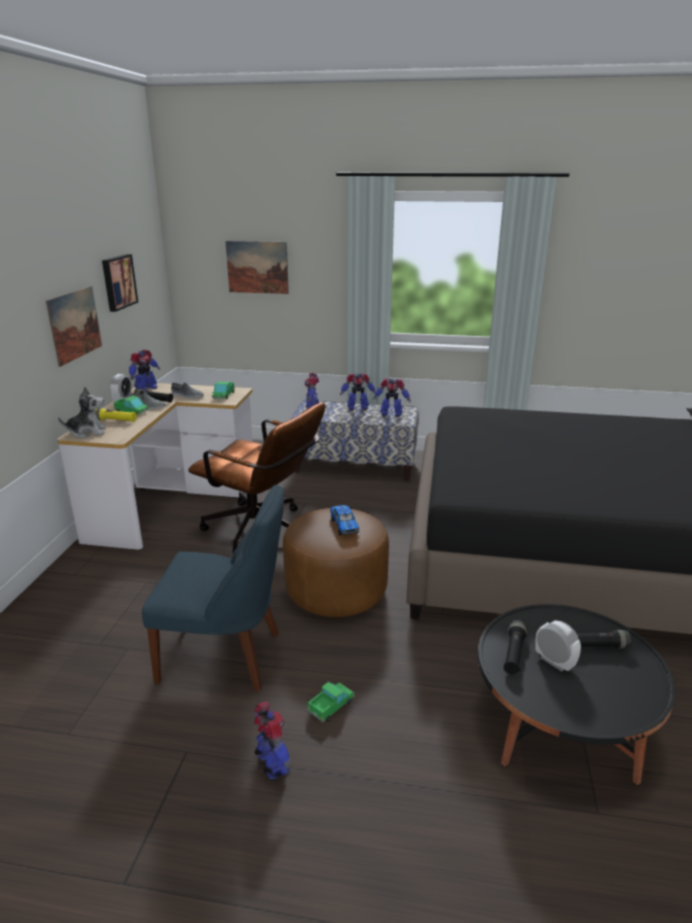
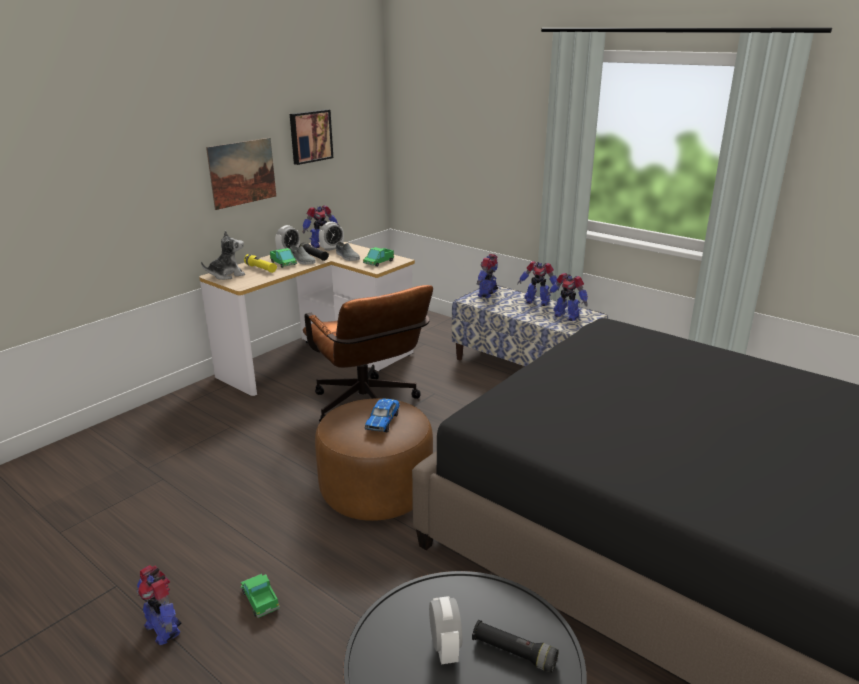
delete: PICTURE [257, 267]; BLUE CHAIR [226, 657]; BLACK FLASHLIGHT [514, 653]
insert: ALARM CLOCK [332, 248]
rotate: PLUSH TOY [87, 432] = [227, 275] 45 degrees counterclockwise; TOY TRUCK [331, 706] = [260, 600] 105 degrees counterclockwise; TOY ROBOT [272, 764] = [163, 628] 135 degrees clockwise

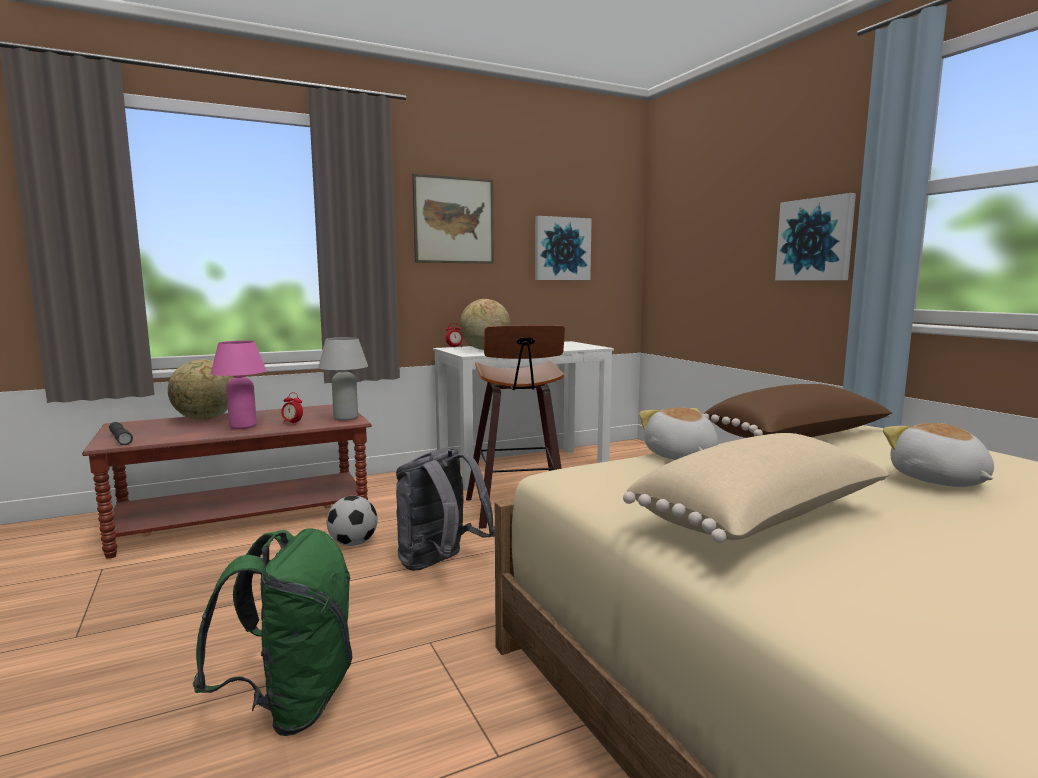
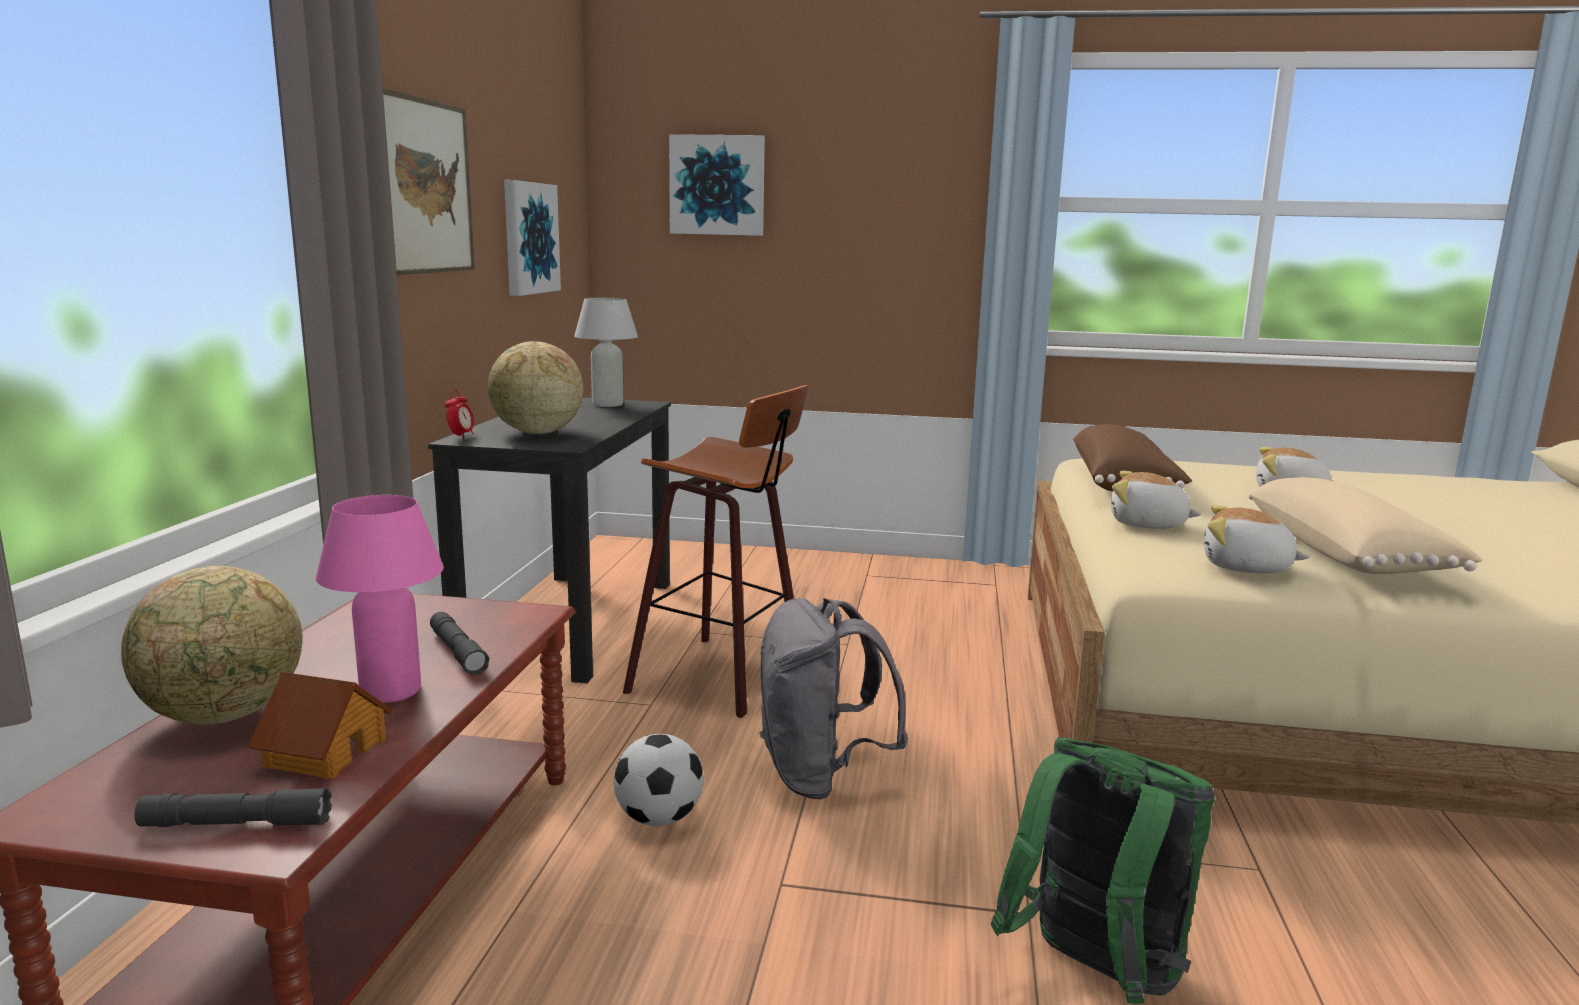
insert: PLUSH TOY [1246, 568]; TOY HOUSE [324, 752]
move: PICTURE [815, 239] to [717, 185]; WHITE TABLE LAMP [345, 418] to [607, 404]
replace: ALARM CLOCK [292, 423] to GREY FLASHLIGHT [458, 652]
recolor: WHITE DESK [523, 467] to BLACK DESK [571, 622]

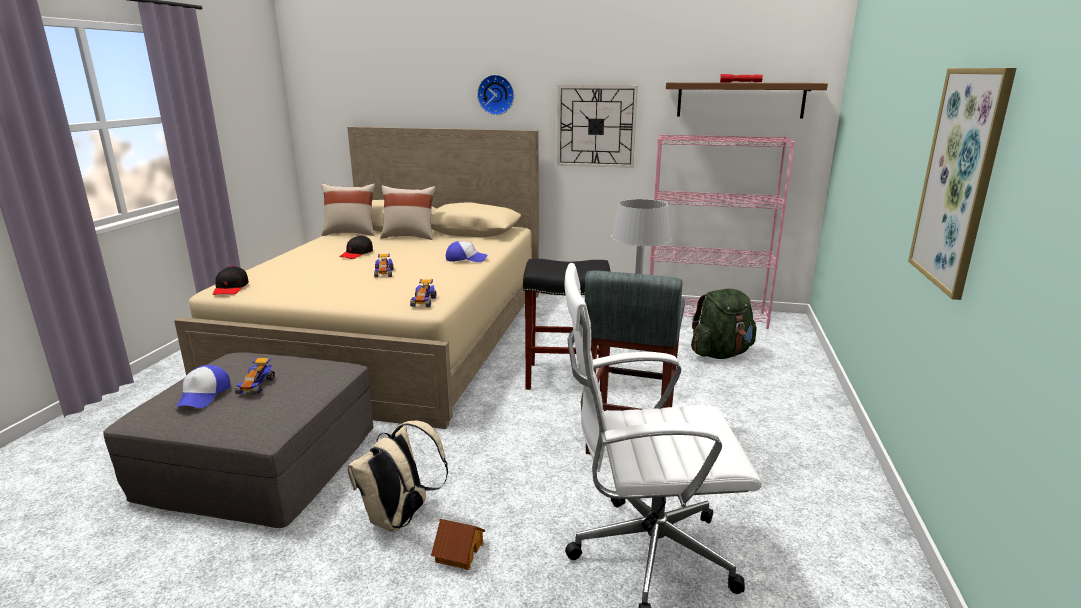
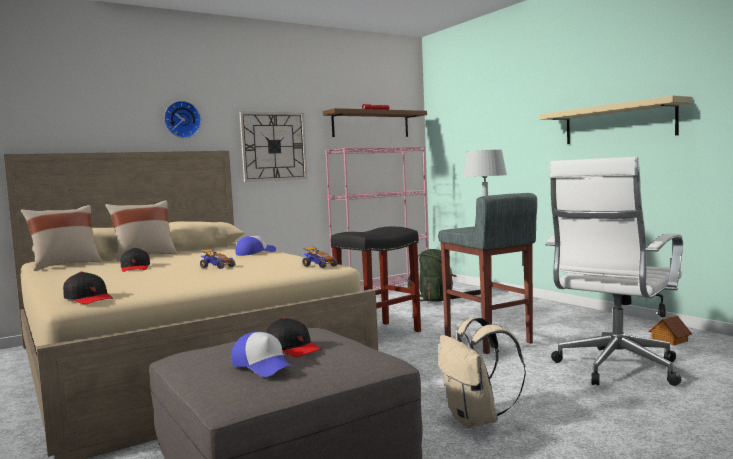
move: TOY HOUSE [458, 552] to [669, 340]
replace: PICTURE [959, 179] to BEIGE SHELF [618, 123]; TOY CAR [256, 386] to BLACK CAP [293, 348]

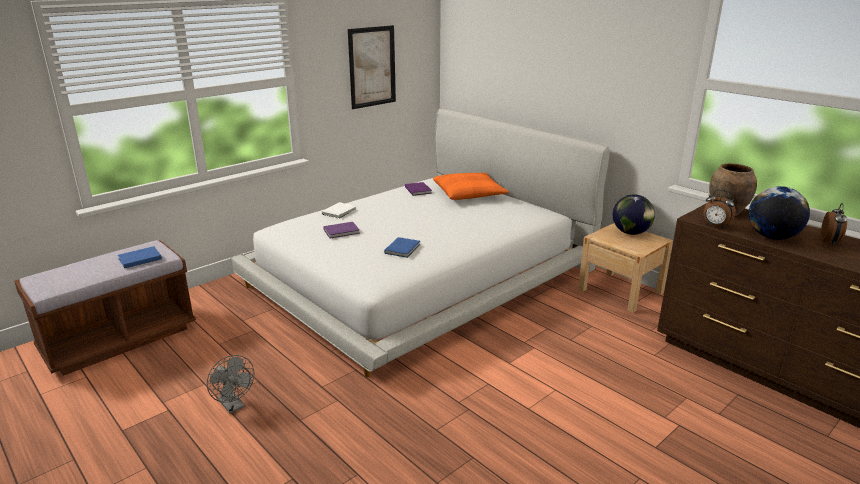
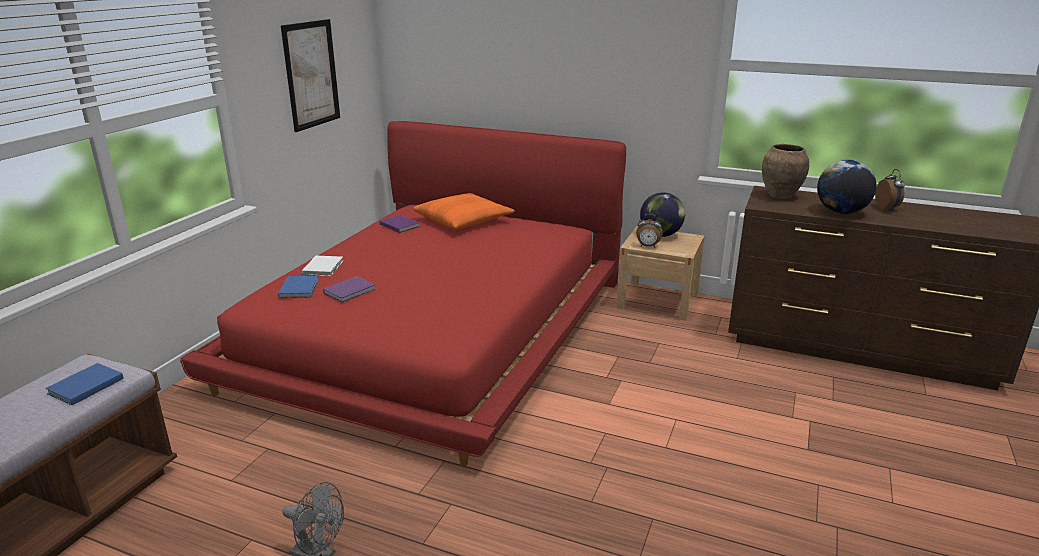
move: ALARM CLOCK [715, 226] to [647, 246]; BLUE BOOK [403, 248] to [300, 288]
recolor: WHITE BED [421, 275] to RED BED [435, 329]

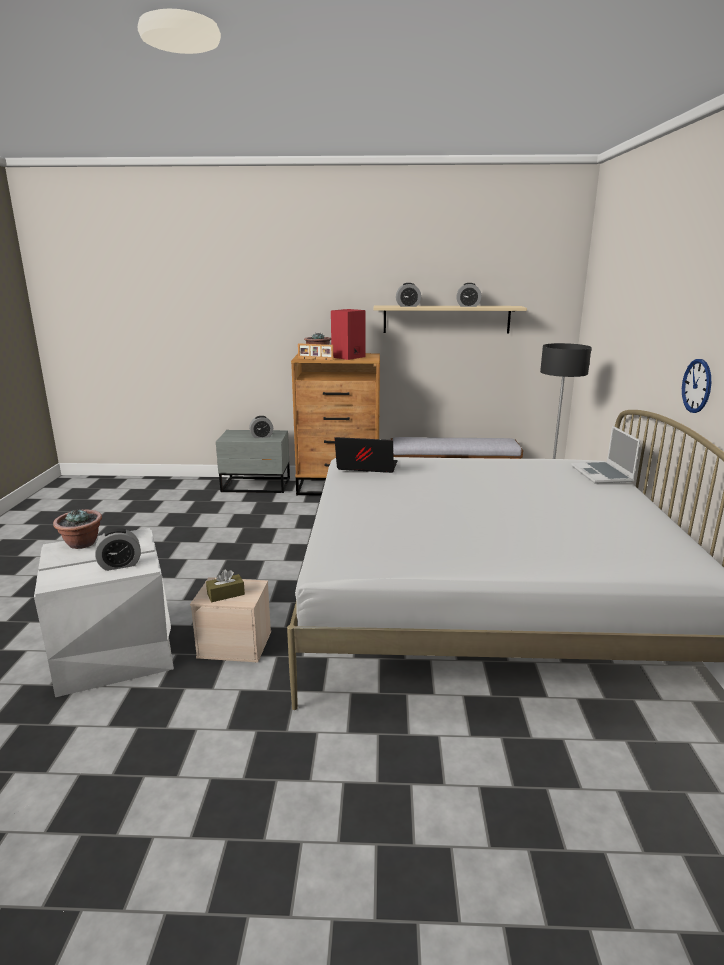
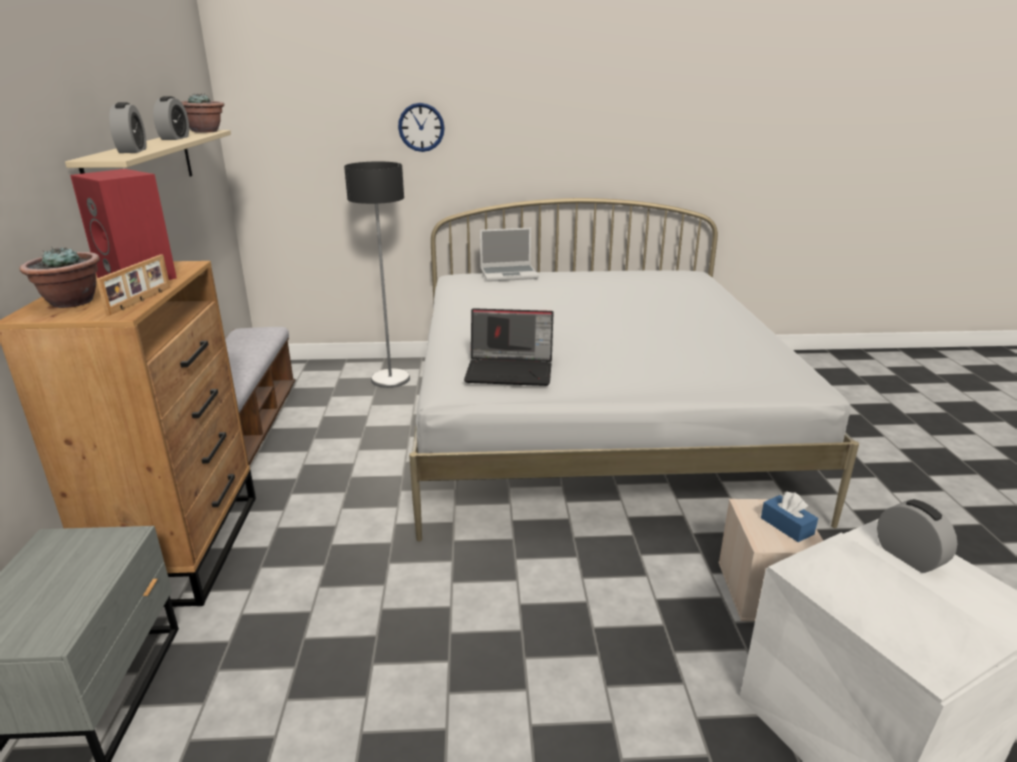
delete: ALARM CLOCK [261, 436]
move: WALL CLOCK [697, 386] to [421, 127]; POTTED PLANT [82, 544] to [205, 131]
recolor: BROWN TISSUE BOX [226, 594] to BLUE TISSUE BOX [787, 526]
rotate: LAPTOP [366, 468] = [511, 370] 90 degrees counterclockwise

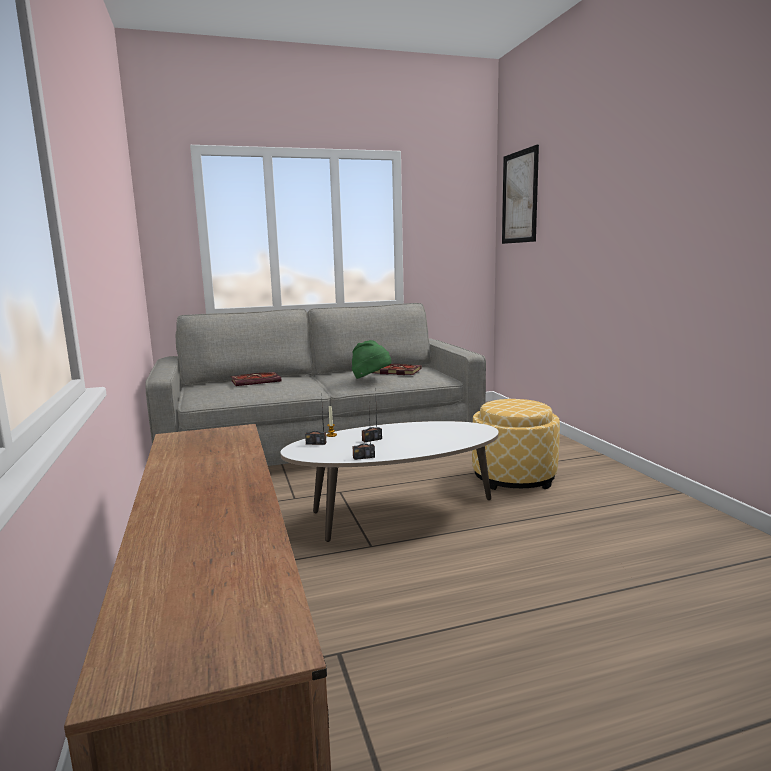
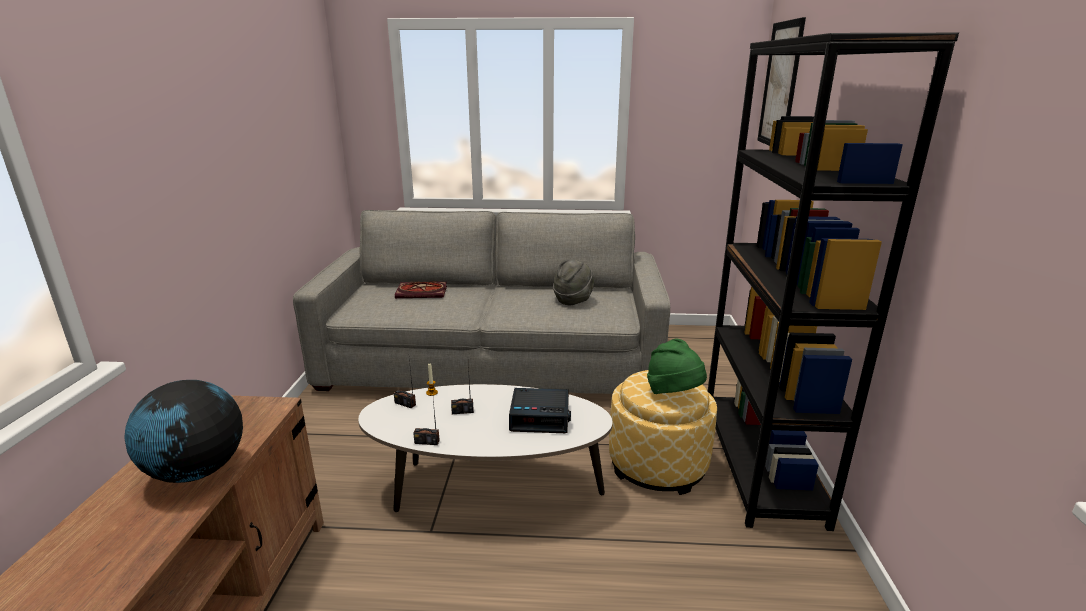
insert: BLACK BOOKCASE [760, 463]; GLOBE [197, 471]; ALARM CLOCK [540, 417]
move: GREEN HAT [371, 379] to [674, 394]
replace: BOOK [395, 371] to GREY HAT [573, 299]

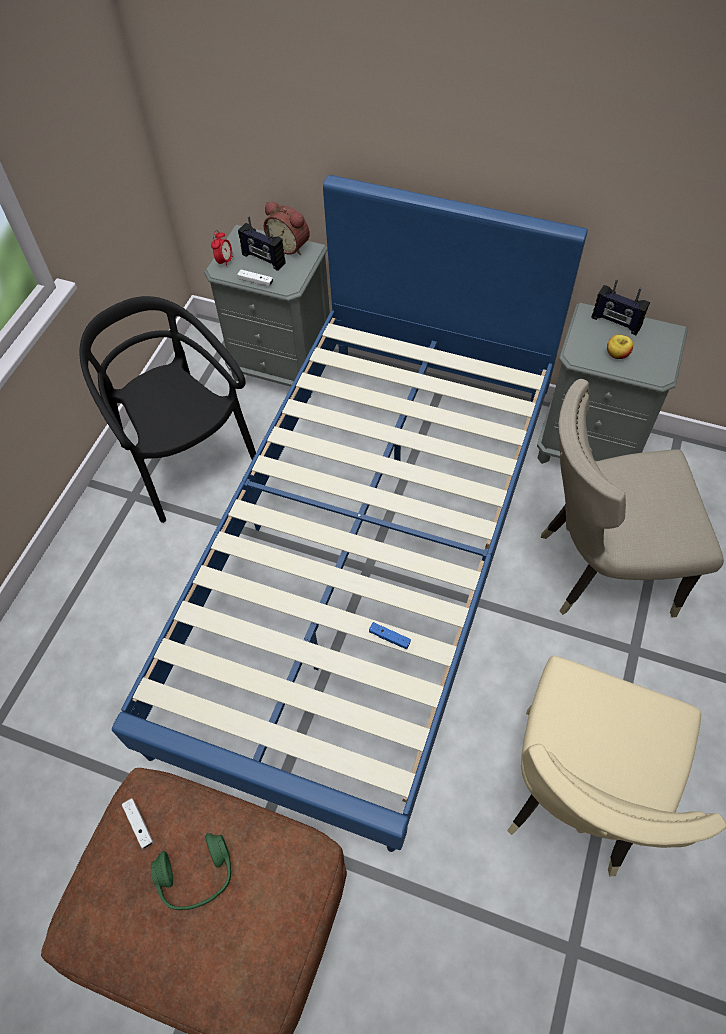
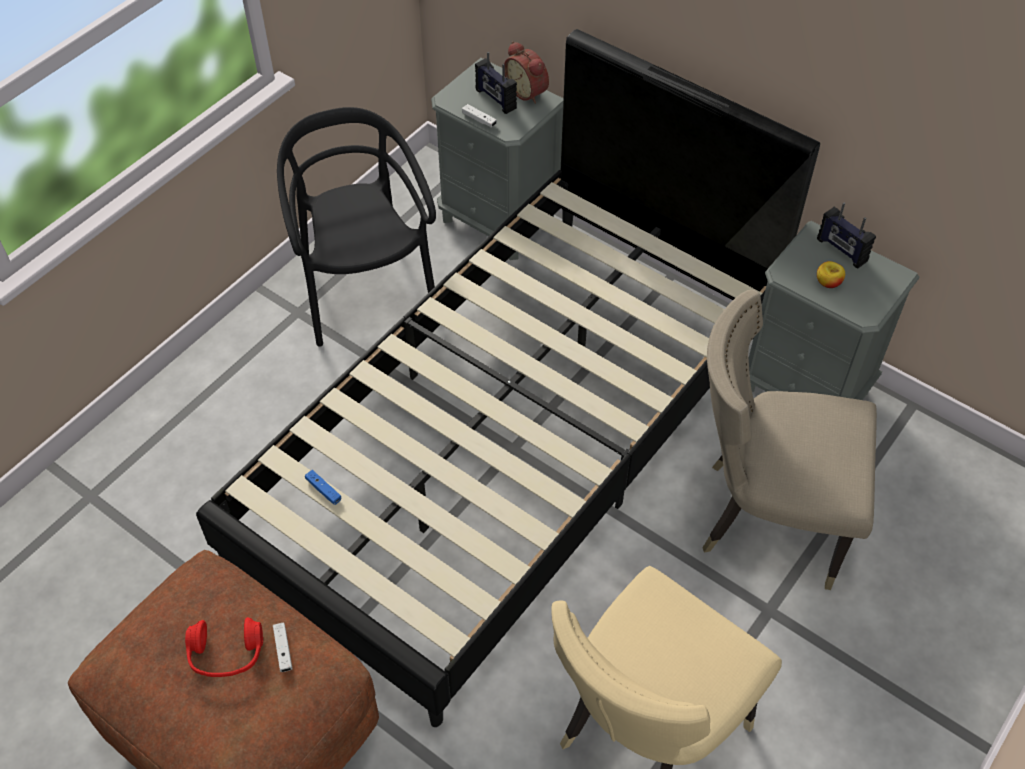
delete: ALARM CLOCK [224, 261]
move: BLUE GAME CONTROLLER [389, 638] to [323, 490]; WHITE GAME CONTROLLER [139, 825] to [283, 650]
recolor: BLUE BED [365, 562] to BLACK BED [513, 442]; GREEN HEADPHONES [196, 875] to RED HEADPHONES [226, 654]

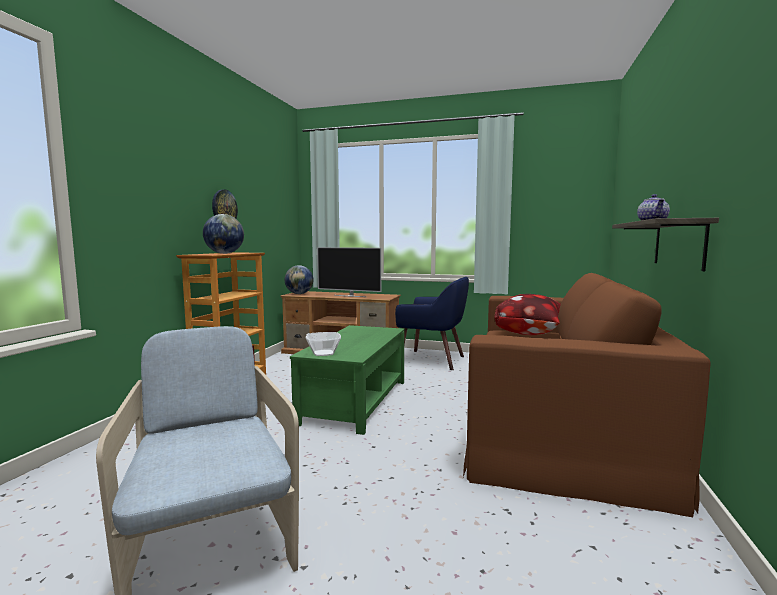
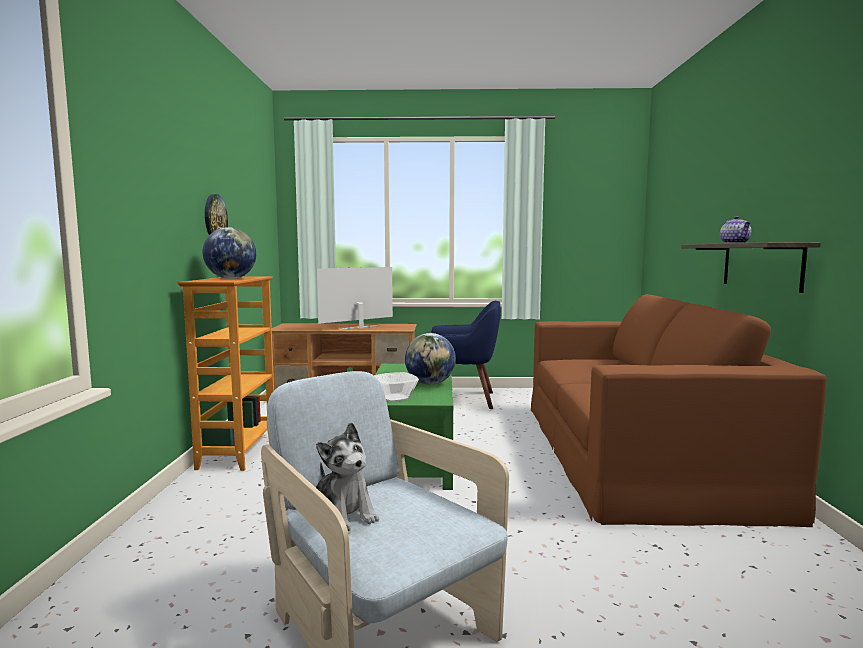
delete: PILLOW [532, 334]
insert: PLUSH TOY [343, 514]
move: GLOBE [299, 294] to [430, 384]
rotate: TELEVISION [350, 296] = [359, 327] 135 degrees clockwise

